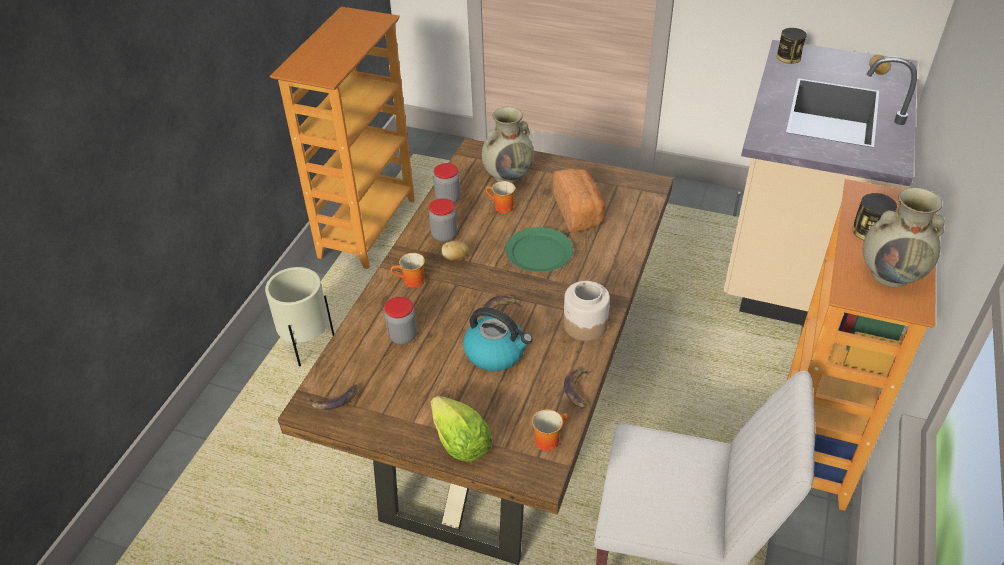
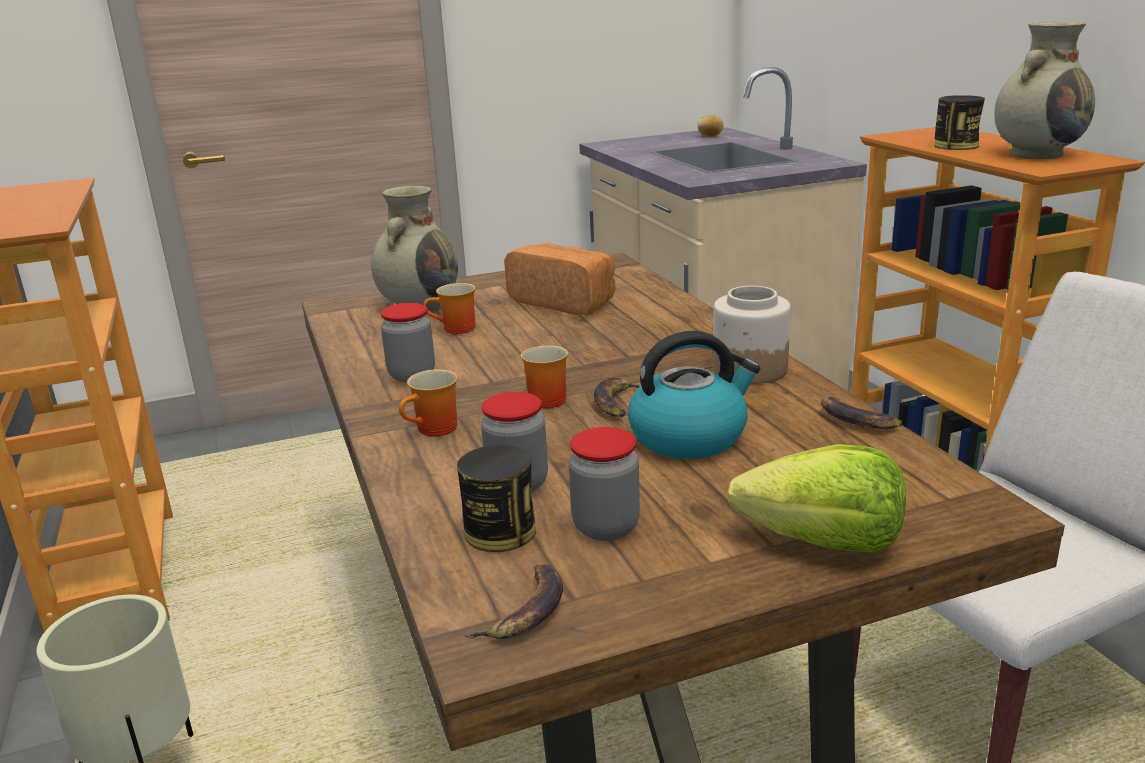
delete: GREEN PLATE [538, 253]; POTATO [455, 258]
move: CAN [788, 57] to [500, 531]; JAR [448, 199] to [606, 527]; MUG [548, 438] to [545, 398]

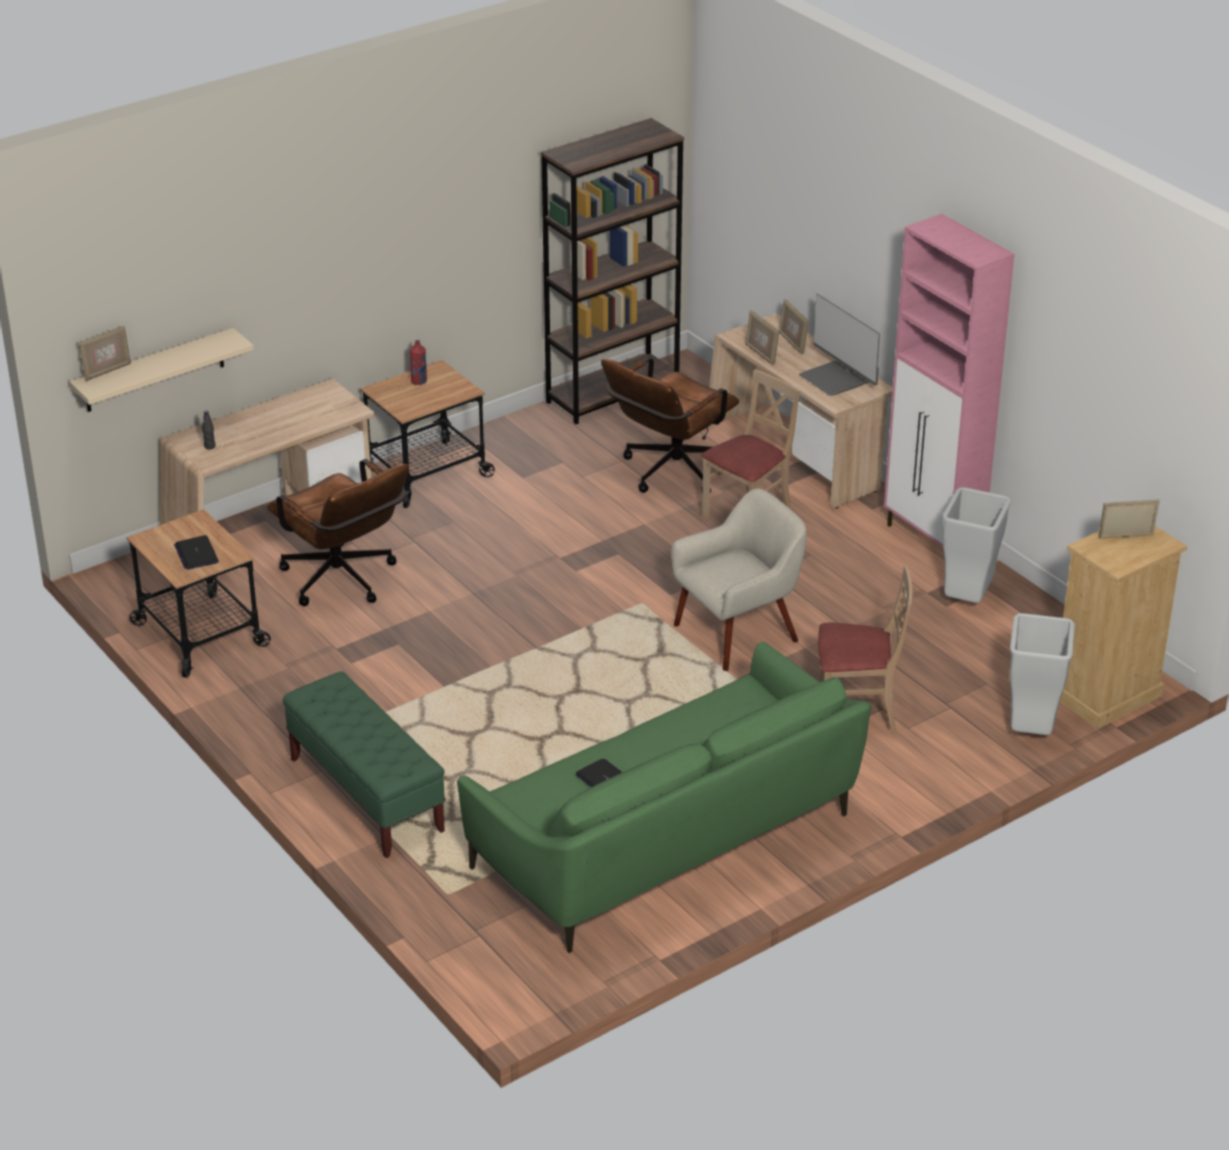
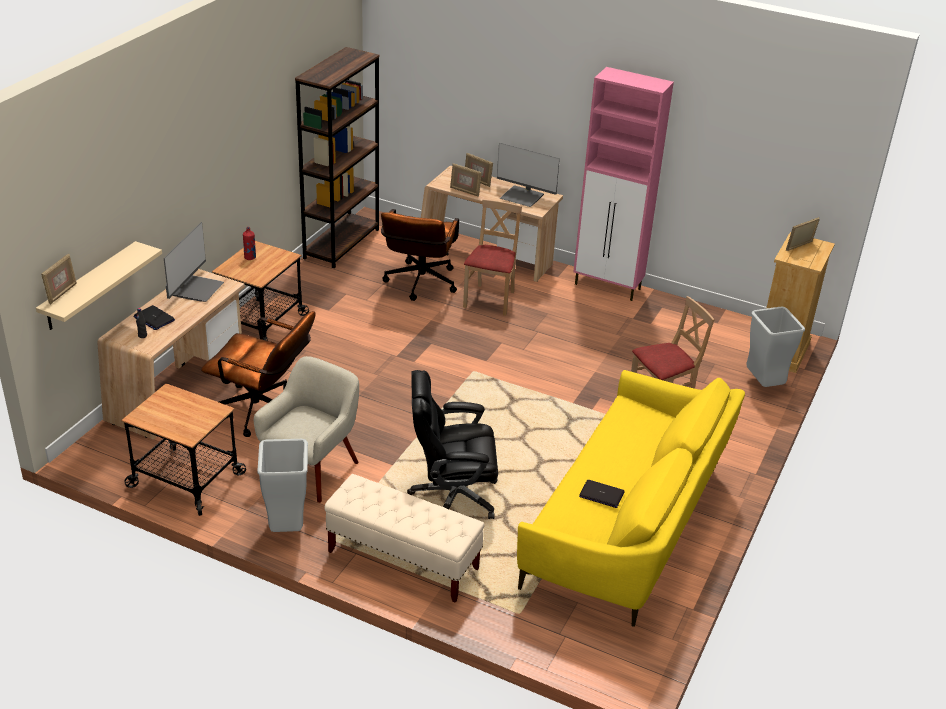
insert: MONITOR [196, 289]; BLACK OFFICE CHAIR [452, 497]
move: GREY TRASH CAN [967, 600] to [287, 527]; BEIGE ARMCHAIR [738, 633] to [312, 468]; LAPTOP [196, 554] to [154, 318]
recolor: GREEN SOFA [668, 844] to YELLOW SOFA [627, 526]; GREEN BENCH [366, 795] to BEIGE BENCH [403, 560]

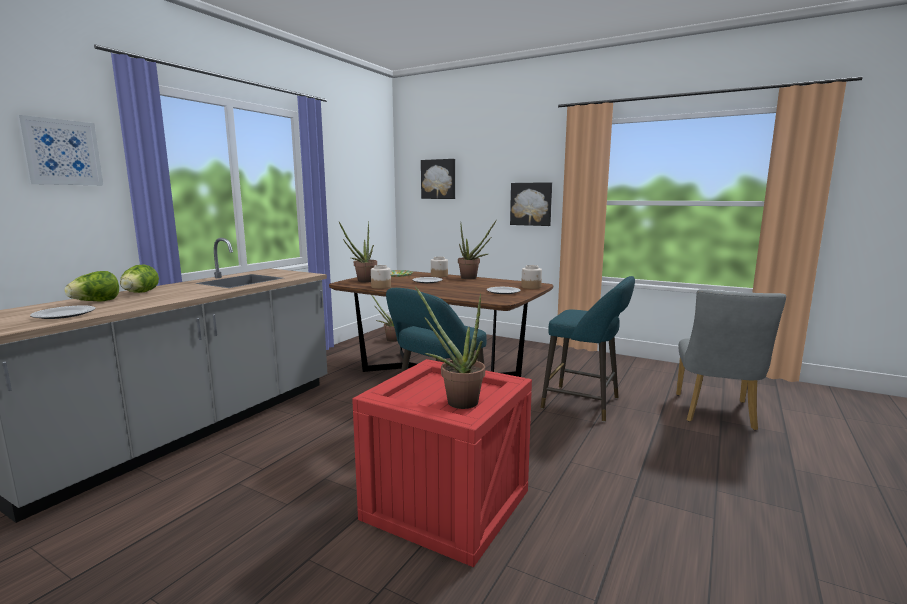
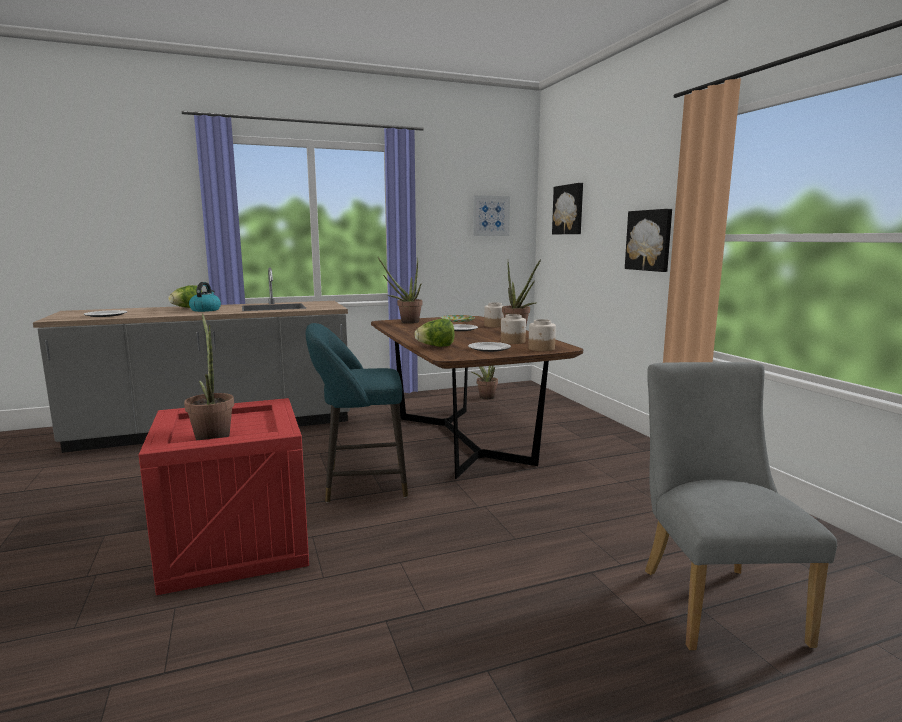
delete: TURQUOISE STOOL [585, 404]
insert: KETTLE [205, 310]
move: PICTURE [61, 152] to [490, 216]; JAR [381, 287] to [513, 342]; LETTUCE [96, 302] to [436, 346]
rotate: GREY CHAIR [716, 414] = [713, 599] 120 degrees clockwise

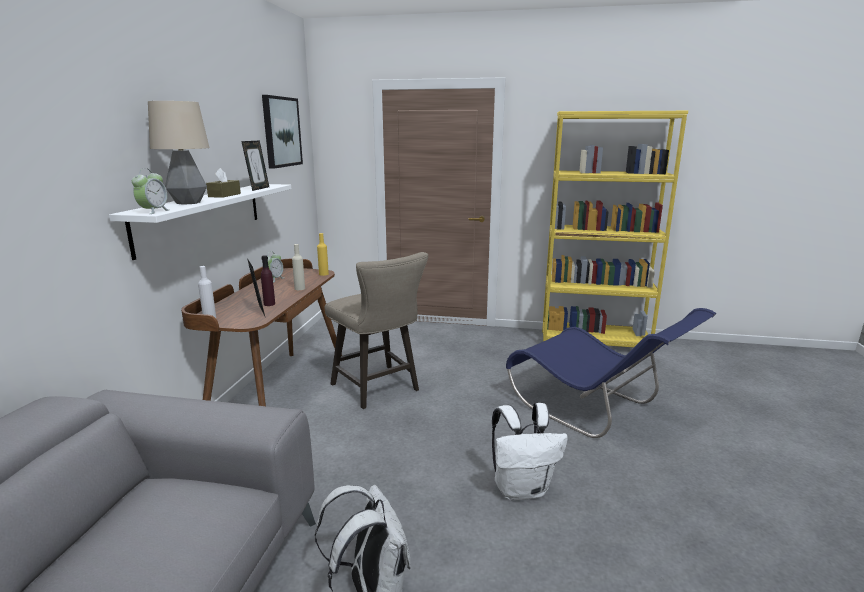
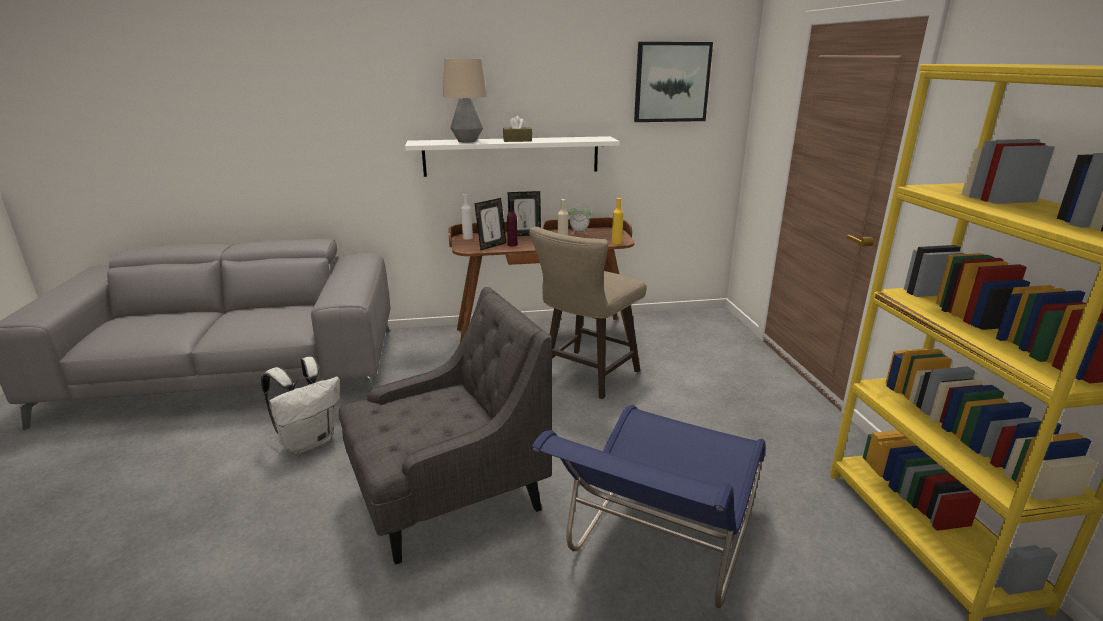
delete: ALARM CLOCK [153, 211]
move: PICTURE FRAME [258, 188] to [525, 235]
replace: WHITE BACKPACK [522, 489] to GREY ARMCHAIR [448, 499]

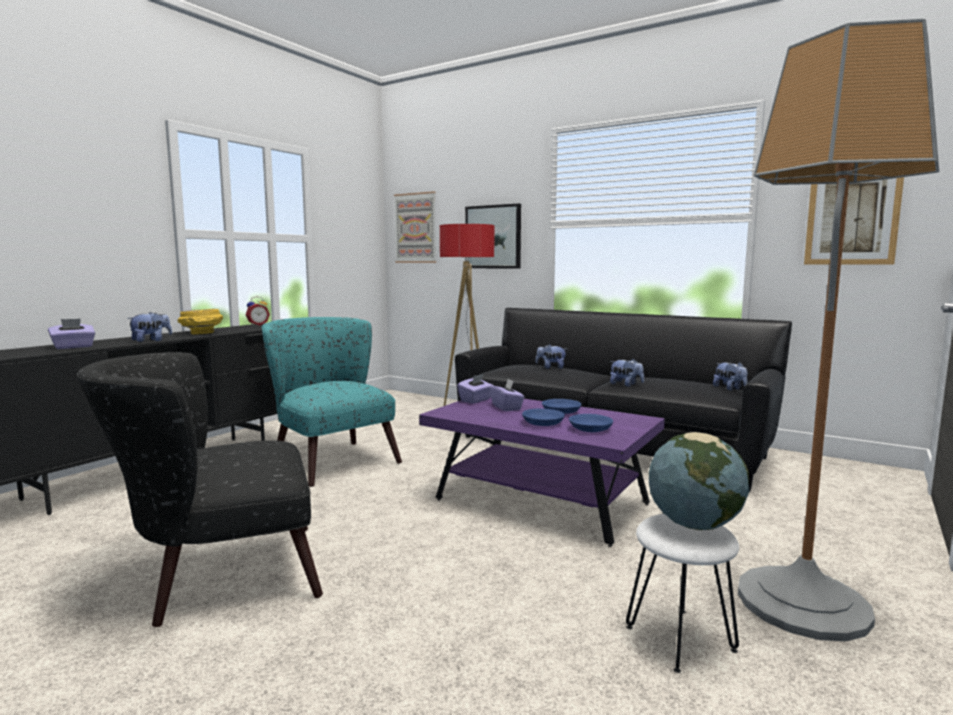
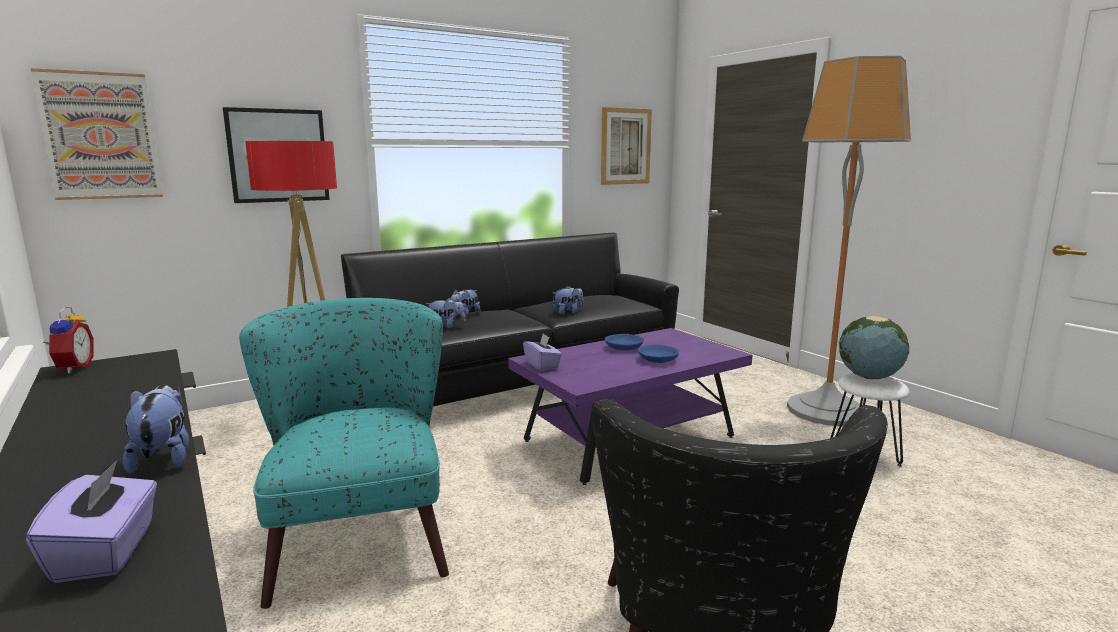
delete: YELLOW BOWL [202, 333]; PURPLE TISSUE BOX [507, 407]; BLUE BOWL [589, 429]
move: PLUSH TOY [730, 388] to [446, 326]
rotate: TURQUOISE ARMCHAIR [330, 459] = [361, 533] 90 degrees clockwise

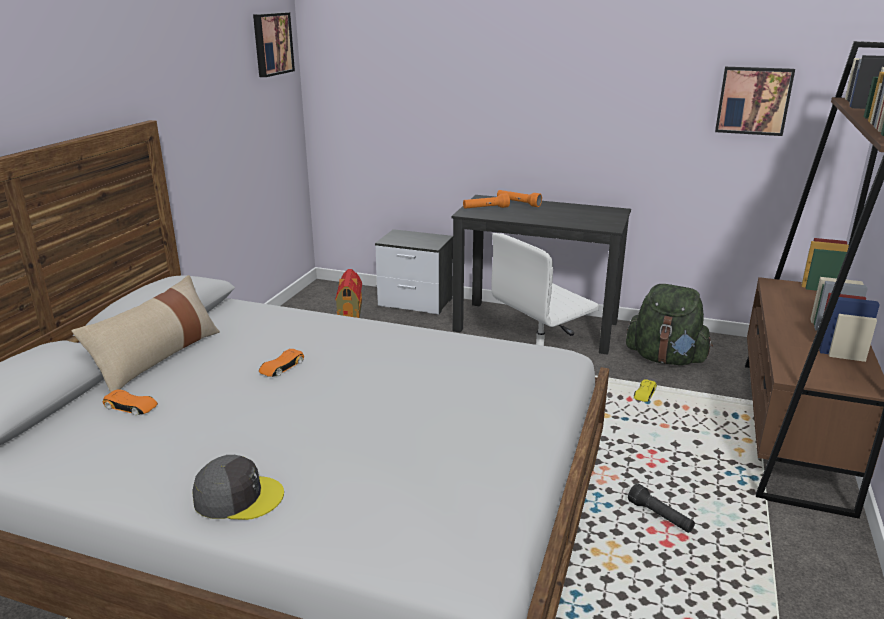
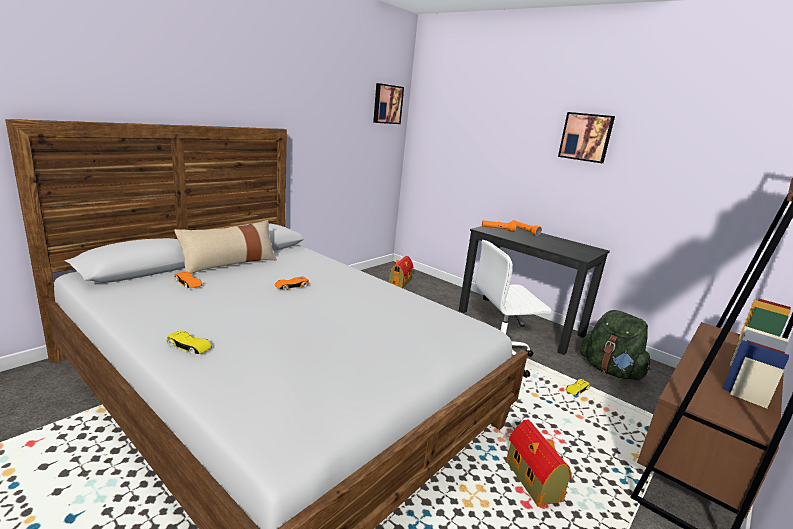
delete: NIGHTSTAND [416, 302]
move: PICTURE [753, 100] to [586, 137]
replace: GREY CAP [238, 497] to YELLOW TOY CAR [189, 346]; BLACK FLASHLIGHT [660, 517] to TOY HOUSE [533, 482]

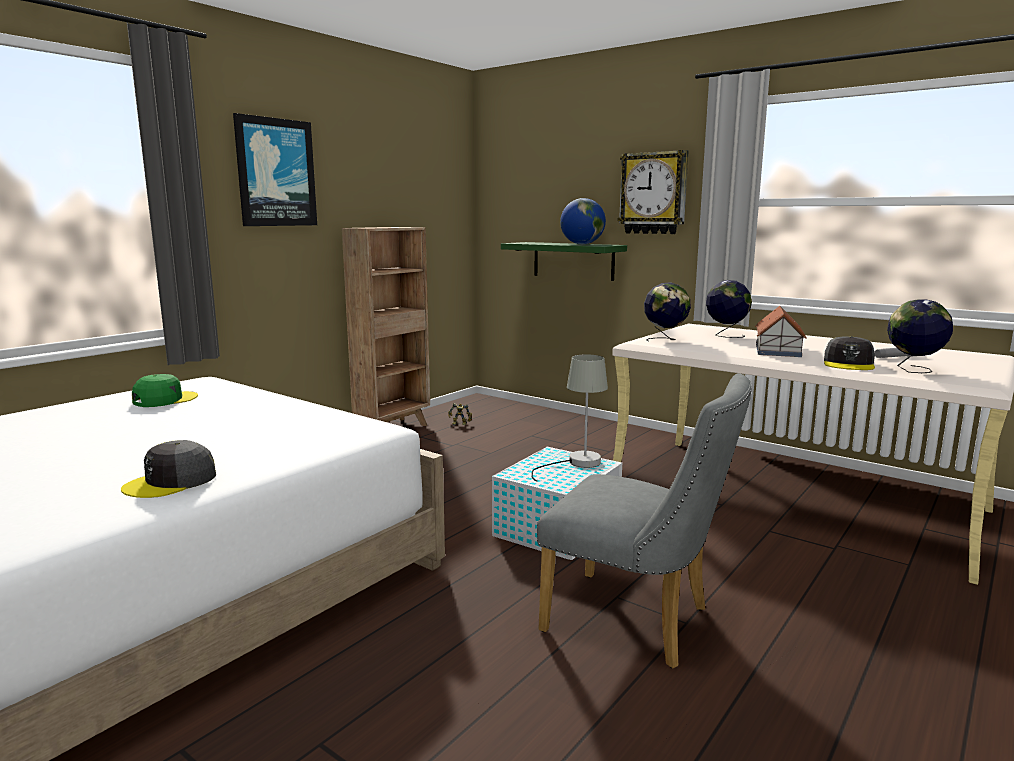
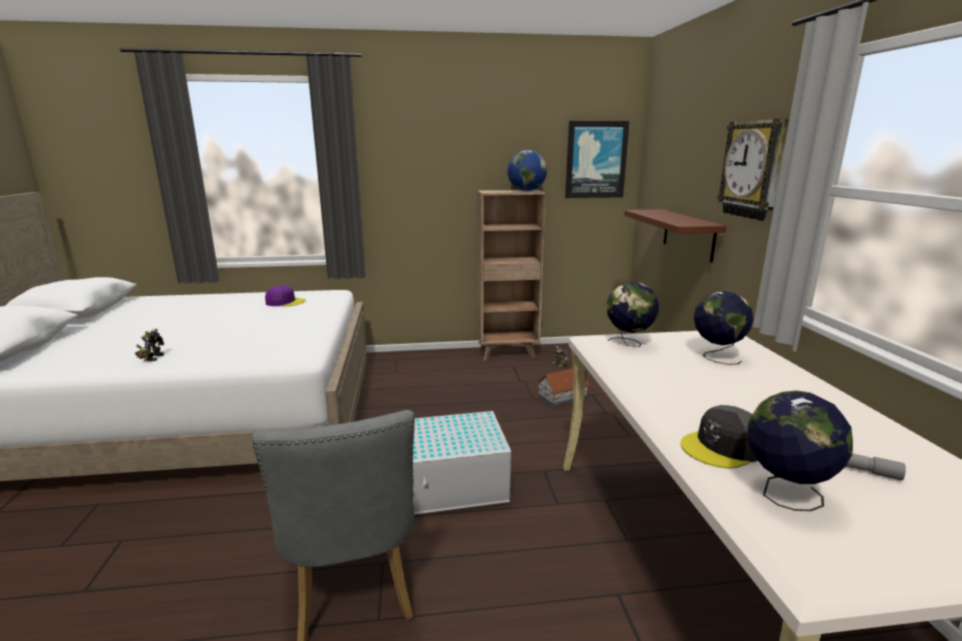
delete: GREY TABLE LAMP [576, 464]
move: PICTURE [276, 172] to [596, 160]; GLOBE [582, 244] to [526, 191]; TOY HOUSE [777, 350] to [561, 396]
replace: GREY CAP [171, 482] to TOY ROBOT [152, 358]
recolor: GREEN SHELF [573, 260] to BROWN SHELF [688, 234]; GREEN CAP [164, 400] to PURPLE CAP [285, 302]

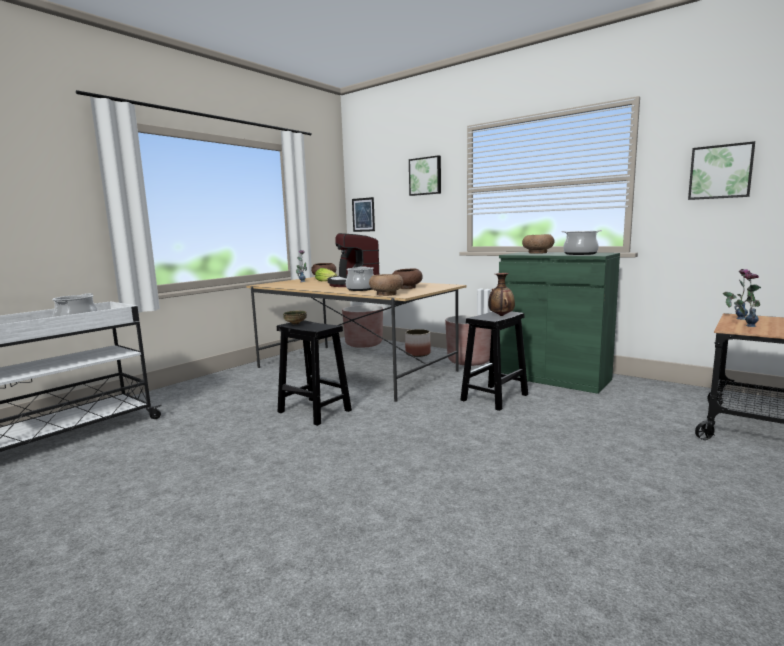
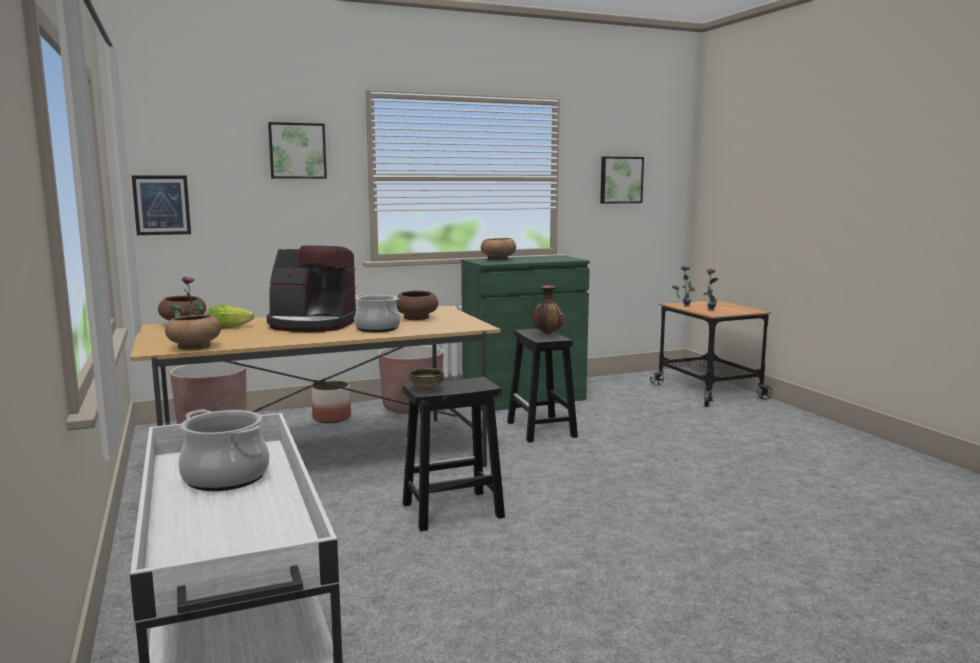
delete: COOKING POT [580, 254]
move: BROWN BOWL [386, 294] to [194, 347]

